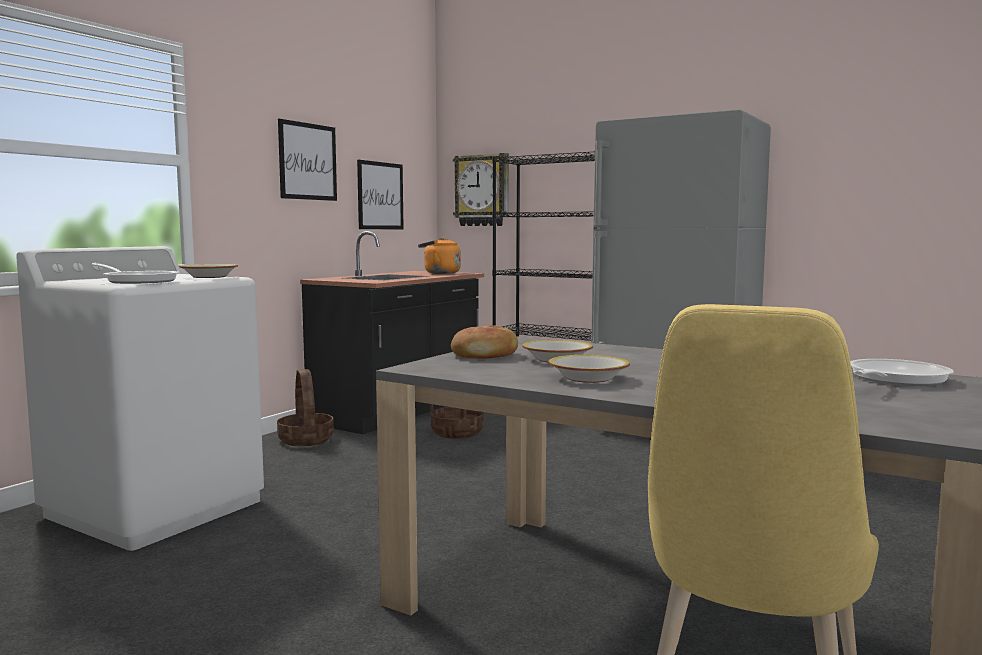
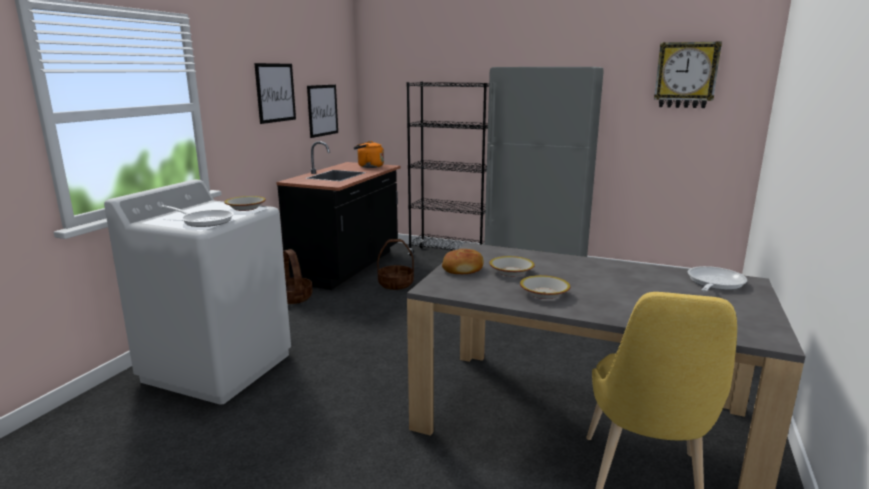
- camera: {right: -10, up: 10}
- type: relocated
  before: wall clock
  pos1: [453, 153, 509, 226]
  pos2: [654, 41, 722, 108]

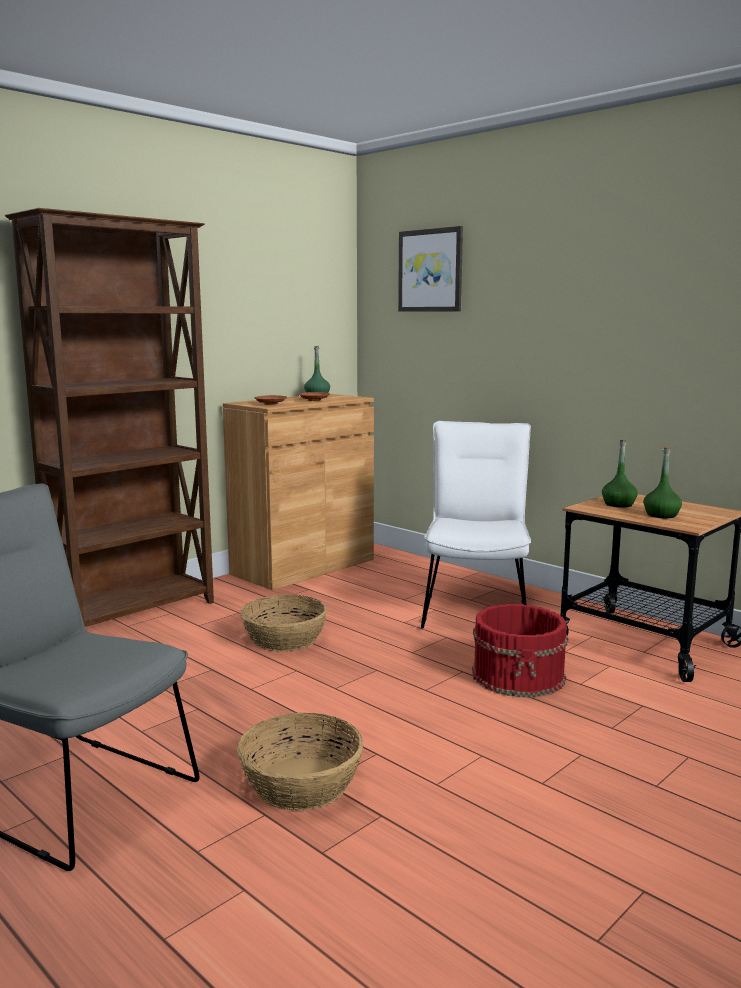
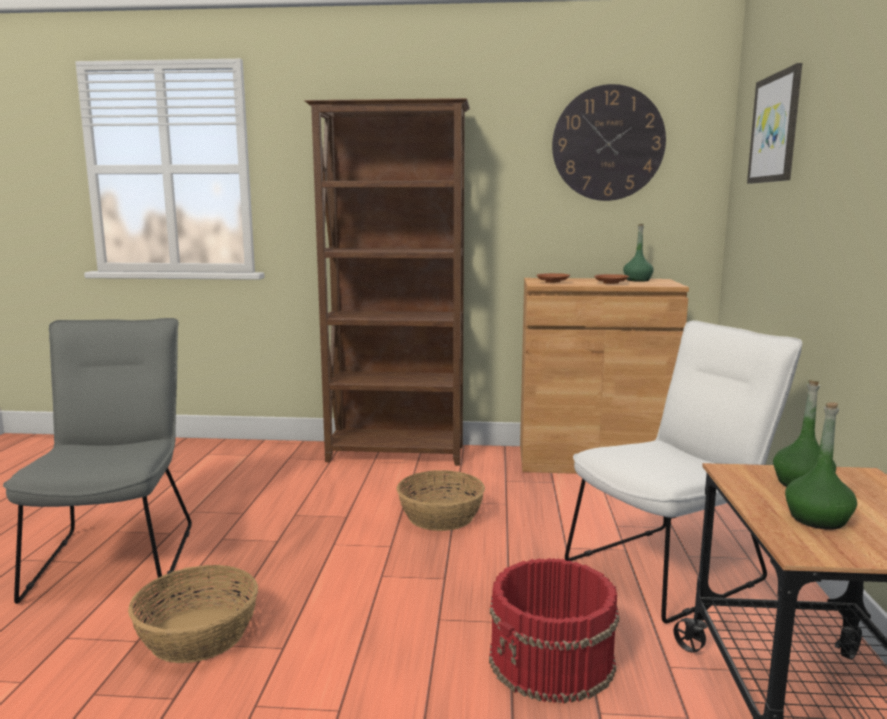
- camera: {right: 50, up: 0}
- type: appeared
  after: wall clock
  pos2: [552, 84, 666, 201]

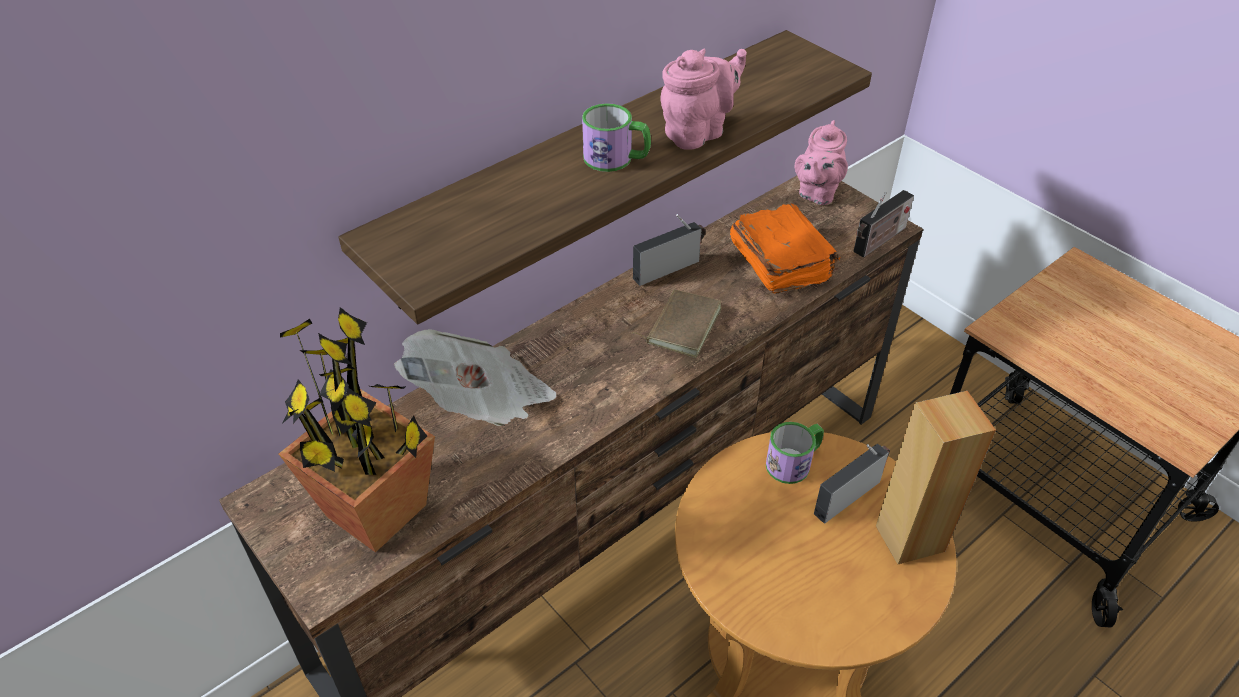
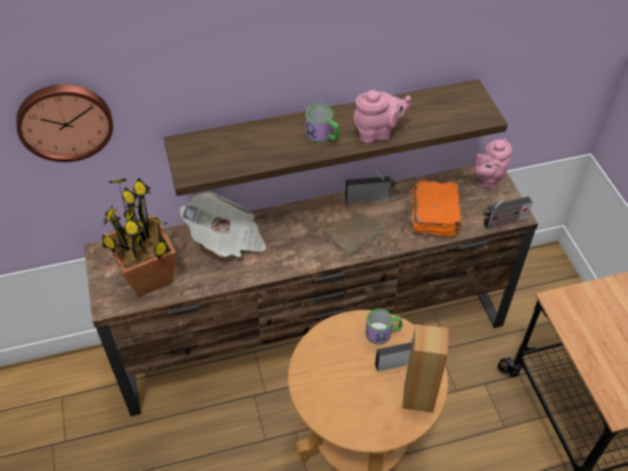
- camera: {right: 25, up: 5}
- type: appeared
  after: wall clock
  pos2: [16, 84, 113, 162]

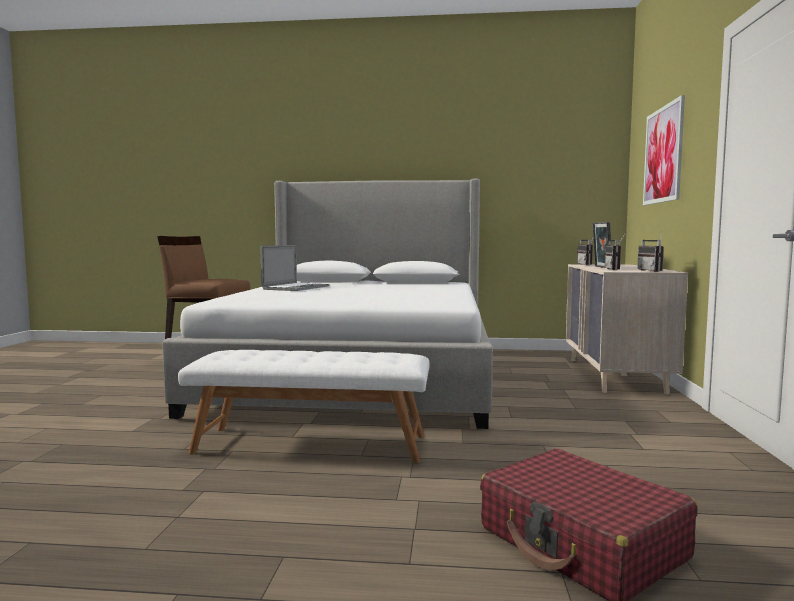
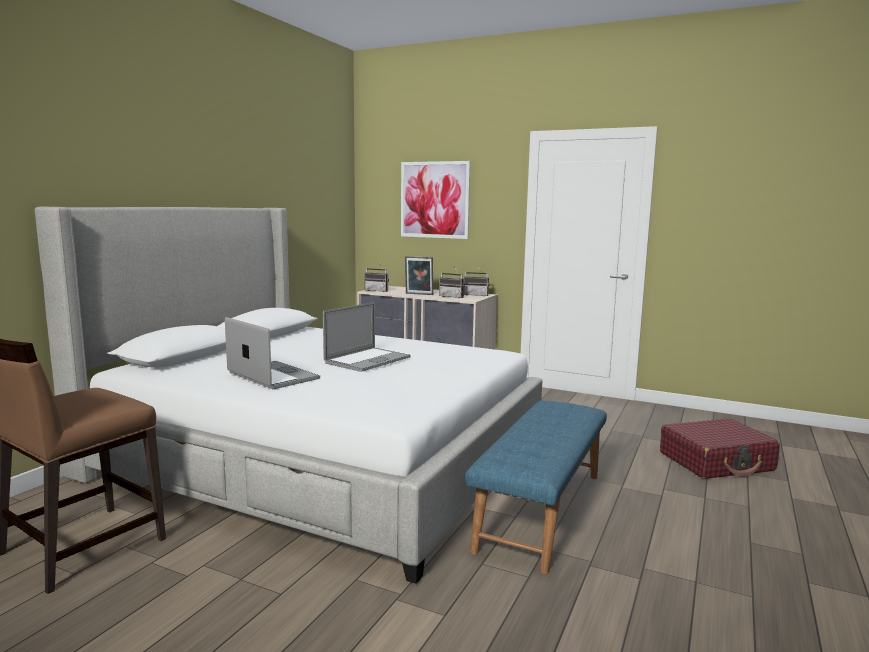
- camera: {right: -70, up: 5}
- type: appeared
  after: laptop
  pos2: [323, 302, 410, 372]
- type: colour
  before: bench/white
  after: bench/blue
  pos1: [178, 350, 430, 463]
  pos2: [465, 401, 607, 574]

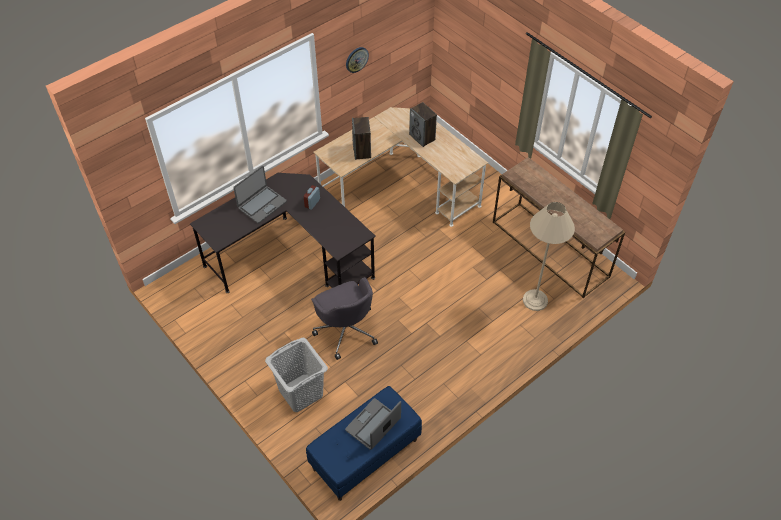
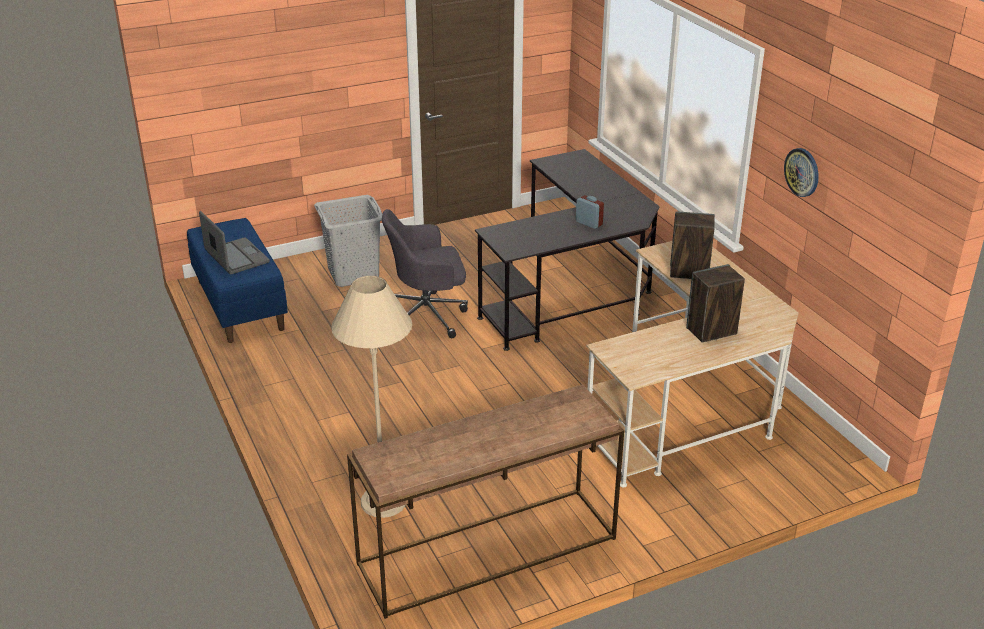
- camera: {right: 105, up: -20}
- type: missing
  before: laptop
  pos1: [233, 166, 287, 224]

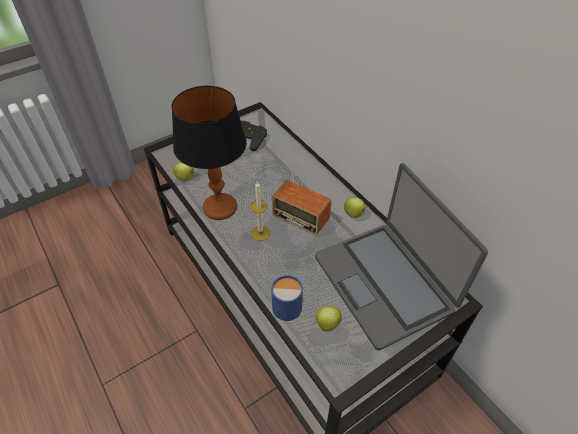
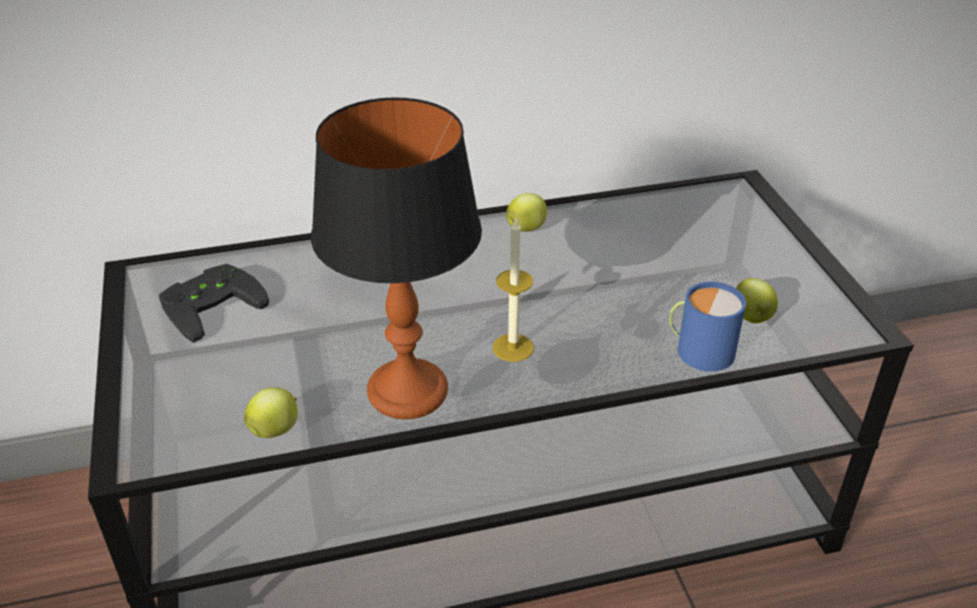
- camera: {right: -70, up: -10}
- type: missing
  before: radio
  pos1: [249, 166, 331, 236]
- type: missing
  before: laptop
  pos1: [315, 163, 488, 350]

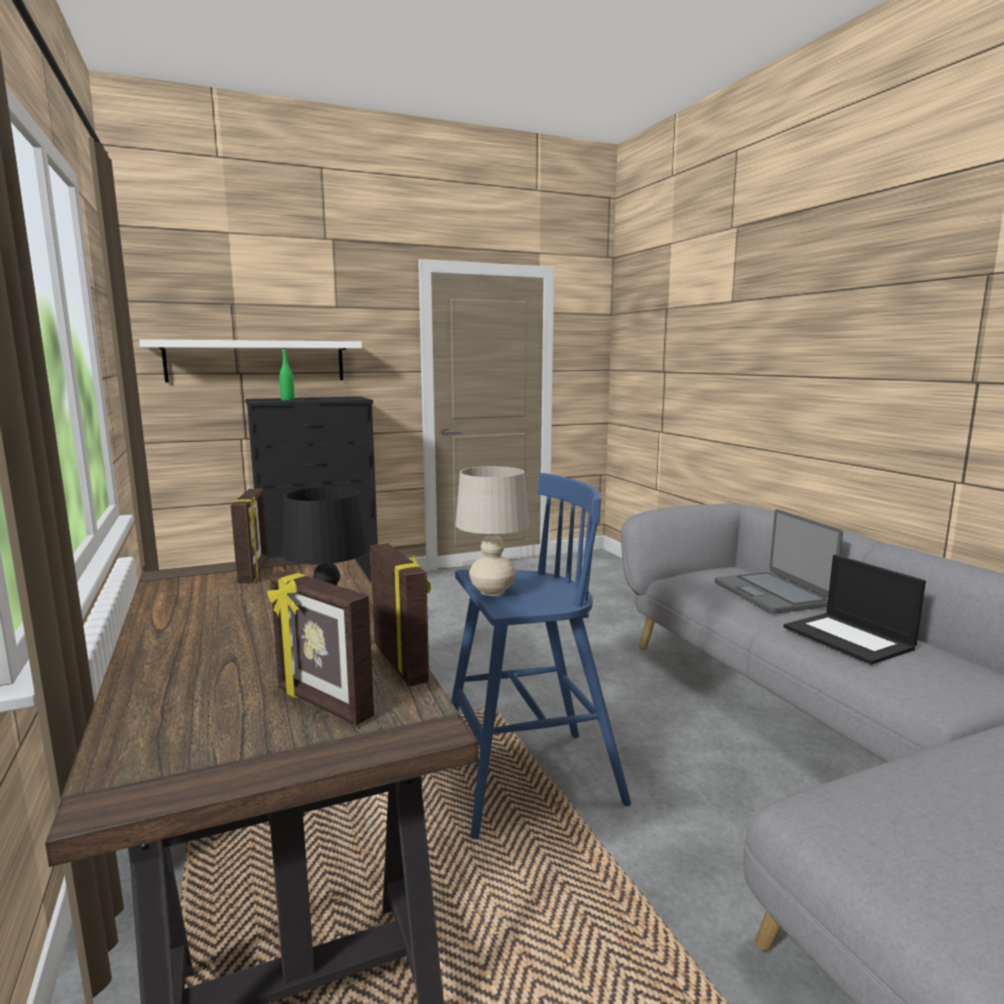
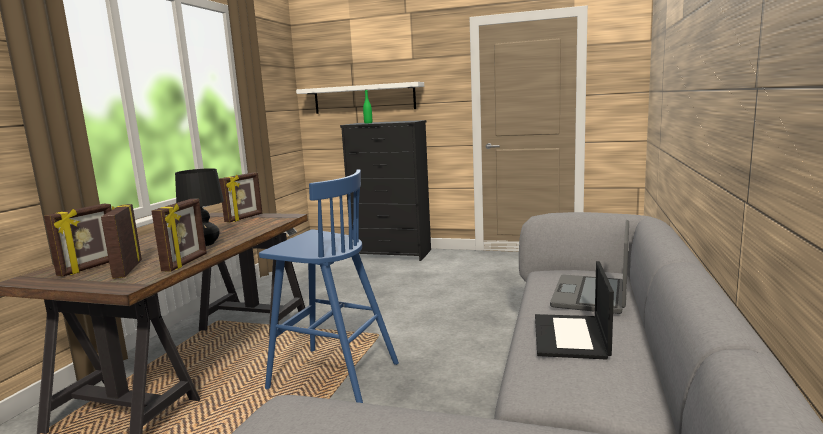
- camera: {right: 40, up: 0}
- type: missing
  before: table lamp/beige
  pos1: [456, 466, 529, 596]
- type: appeared
  after: picture frame
  pos2: [44, 204, 112, 277]

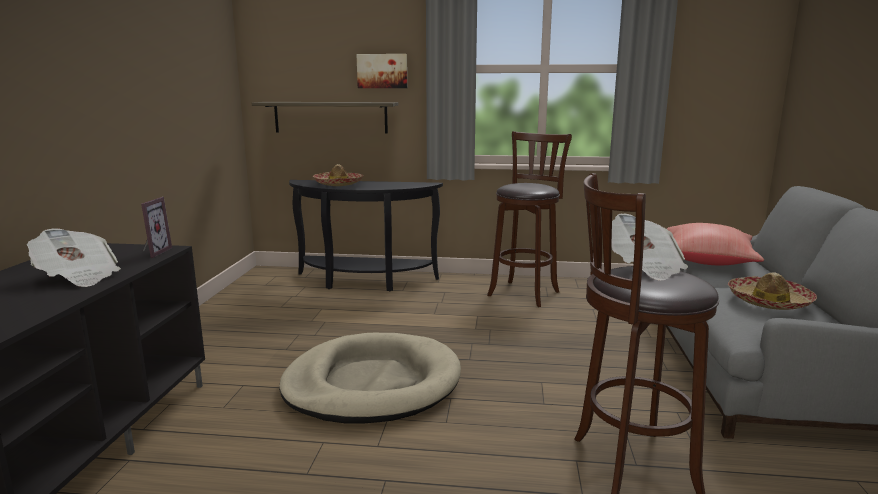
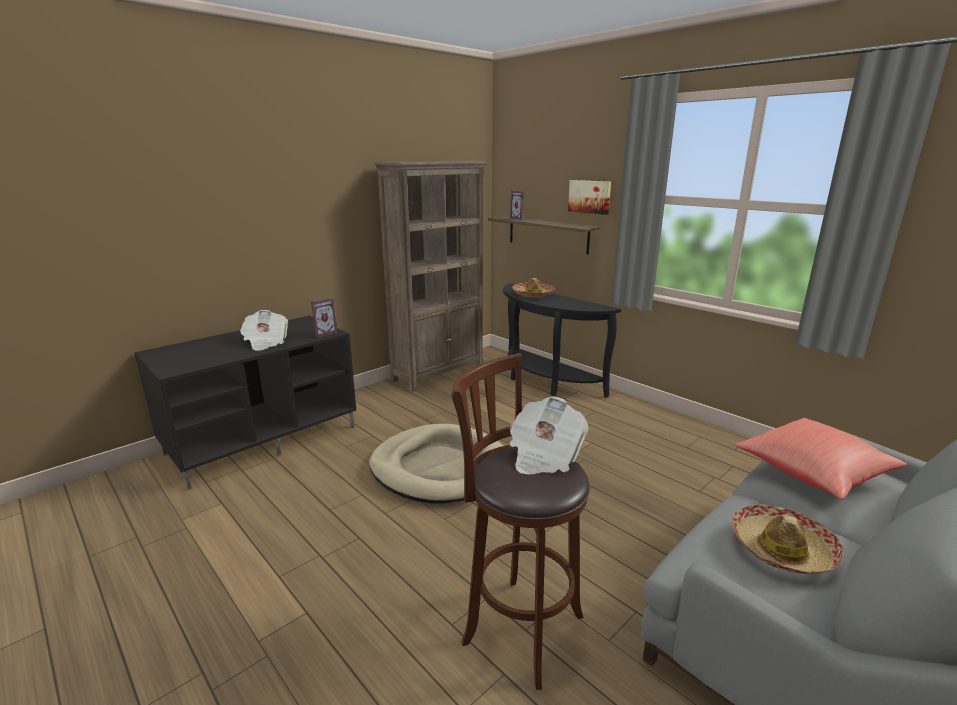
- camera: {right: 40, up: 5}
- type: missing
  before: stool/brown
  pos1: [487, 131, 572, 307]
- type: appeared
  after: bookcase/brown
  pos2: [374, 161, 487, 392]
- type: appeared
  after: picture frame
  pos2: [510, 190, 524, 220]

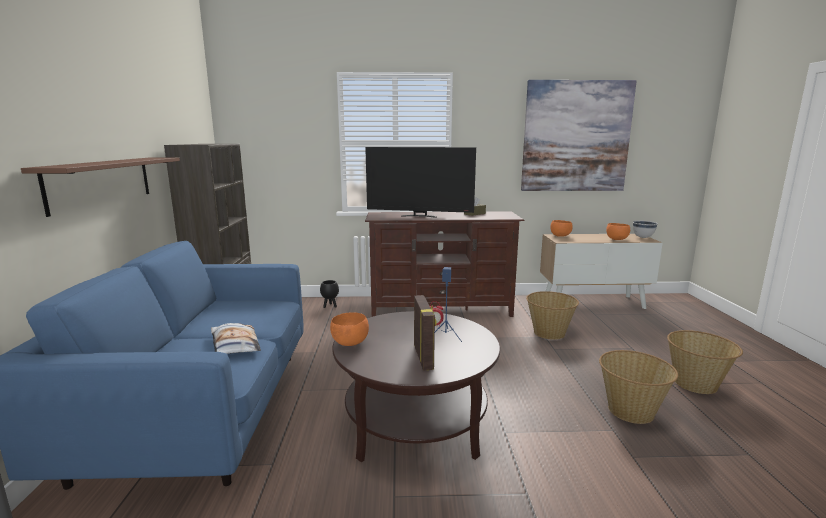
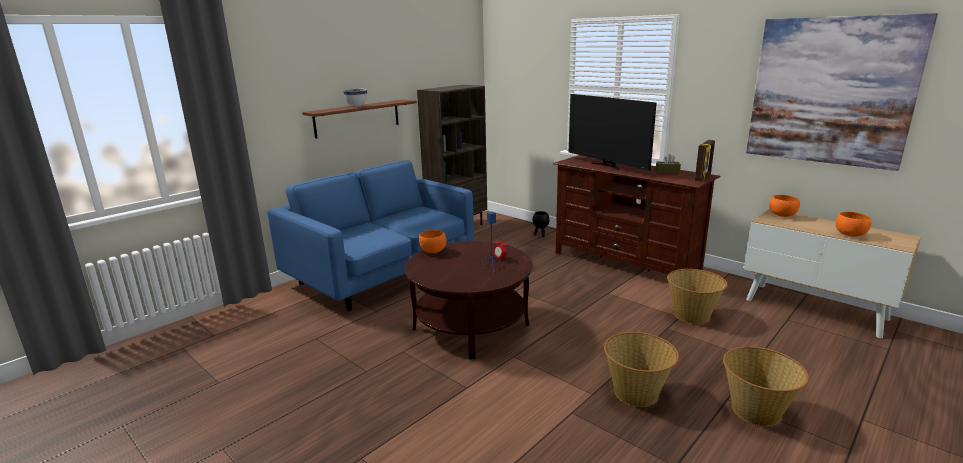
- camera: {right: 45, up: 5}
- type: missing
  before: pillow
  pos1: [211, 323, 261, 354]
- type: relocated
  before: picture frame
  pos1: [414, 295, 437, 371]
  pos2: [695, 140, 715, 181]
- type: relocated
  before: bowl/white
  pos1: [633, 220, 658, 238]
  pos2: [343, 89, 367, 107]

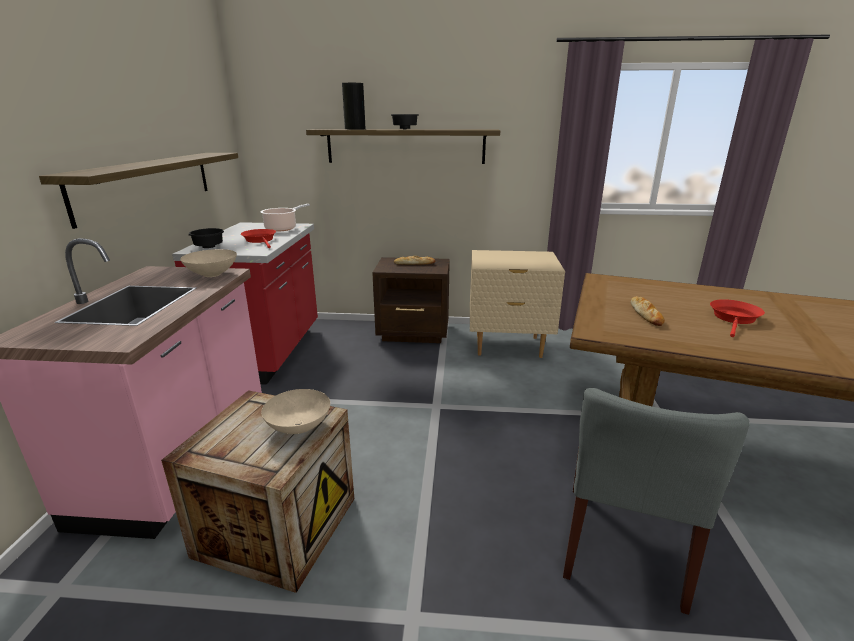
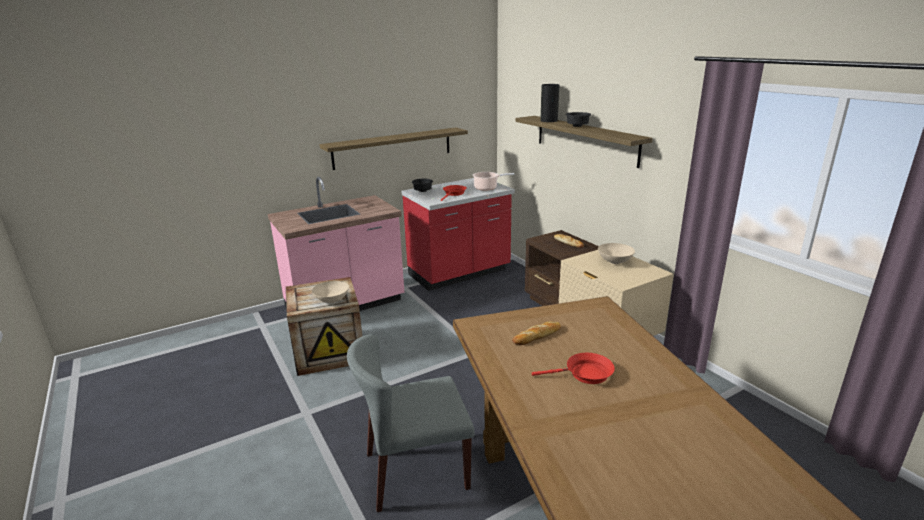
- camera: {right: 55, up: 0}
- type: relocated
  before: bowl/beige
  pos1: [180, 249, 237, 277]
  pos2: [598, 243, 635, 264]

